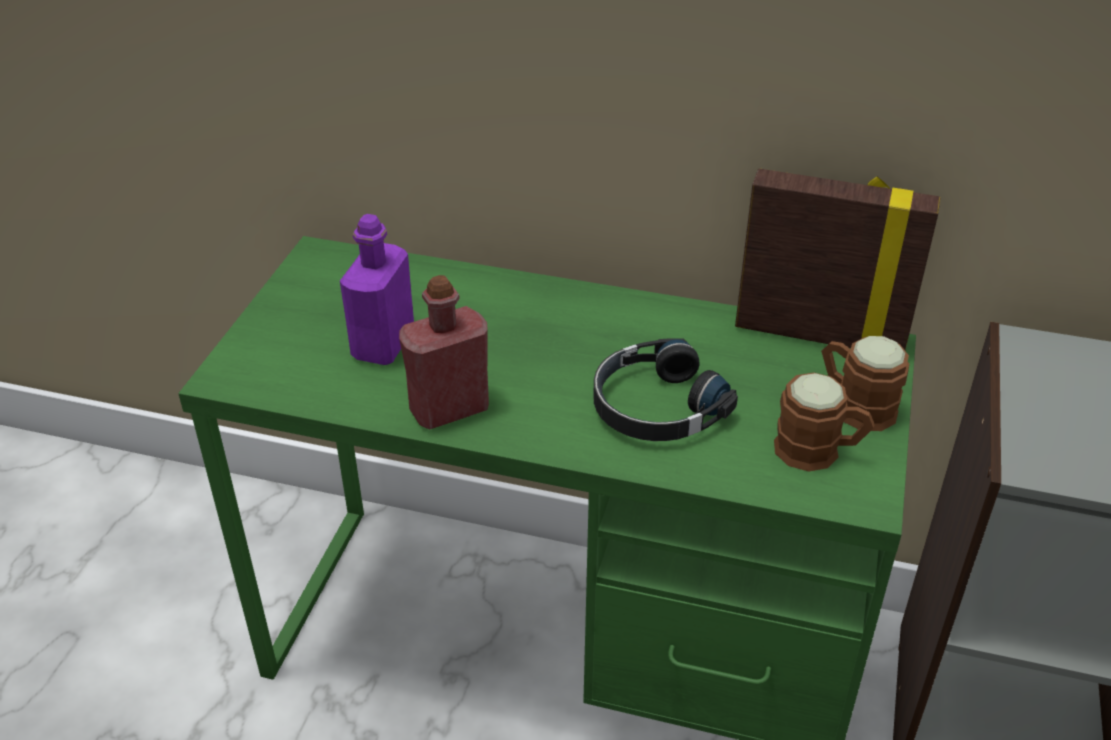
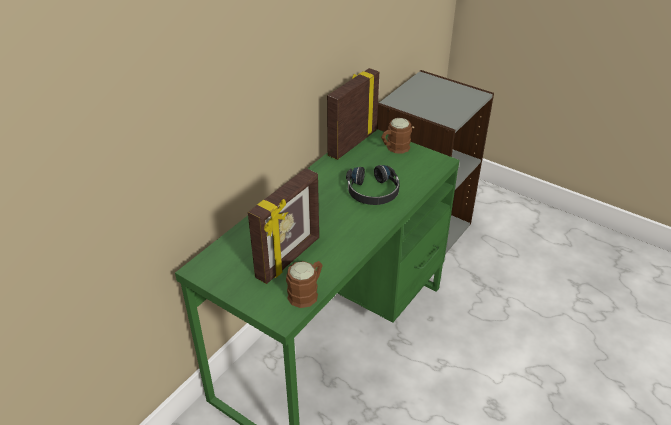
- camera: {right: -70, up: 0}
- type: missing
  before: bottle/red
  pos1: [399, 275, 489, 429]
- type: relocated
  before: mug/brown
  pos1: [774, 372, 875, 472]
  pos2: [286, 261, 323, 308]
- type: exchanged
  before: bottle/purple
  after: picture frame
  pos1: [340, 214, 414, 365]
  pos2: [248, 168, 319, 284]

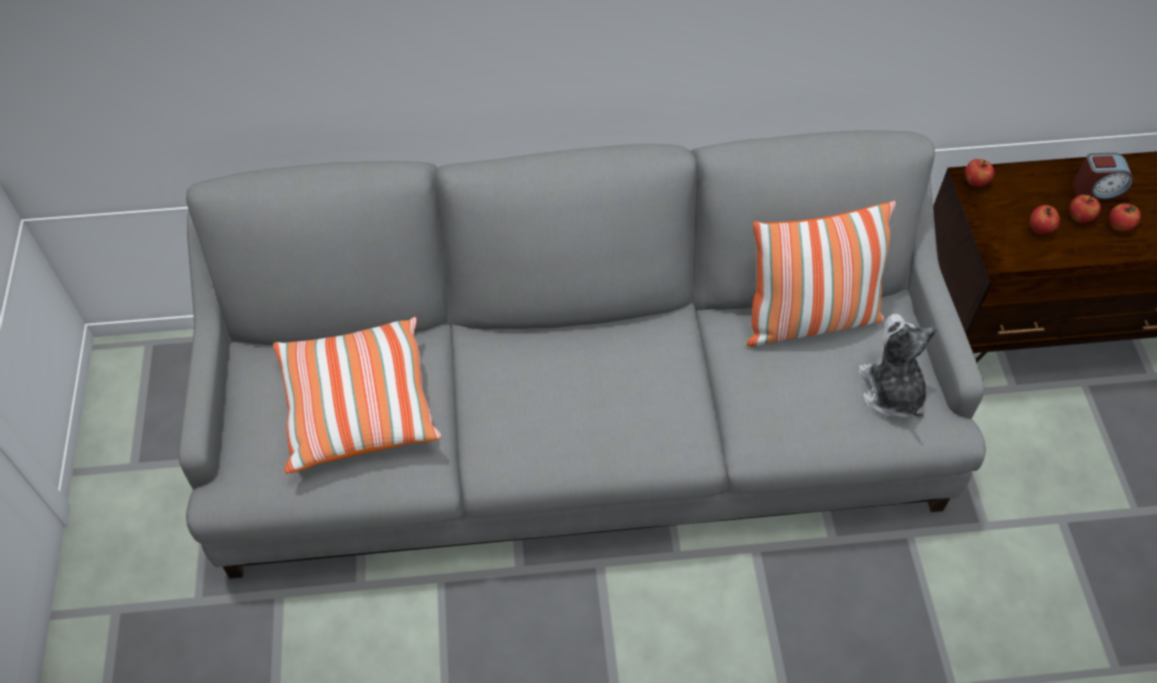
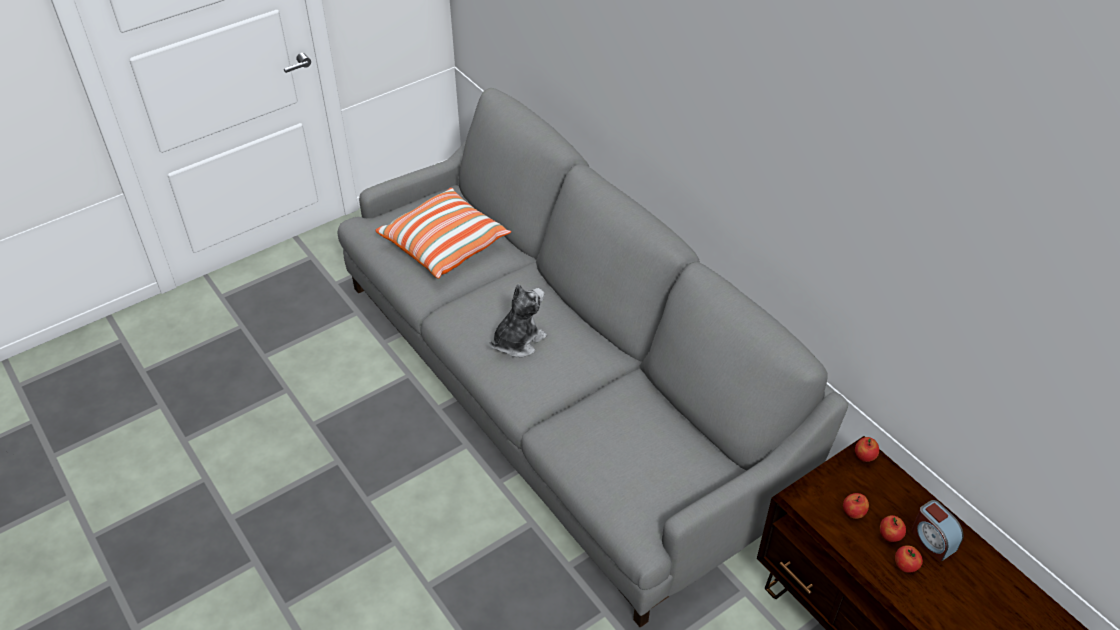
- camera: {right: 60, up: -10}
- type: missing
  before: pillow
  pos1: [747, 201, 896, 347]
- type: relocated
  before: plush toy
  pos1: [858, 313, 939, 420]
  pos2: [490, 284, 547, 358]

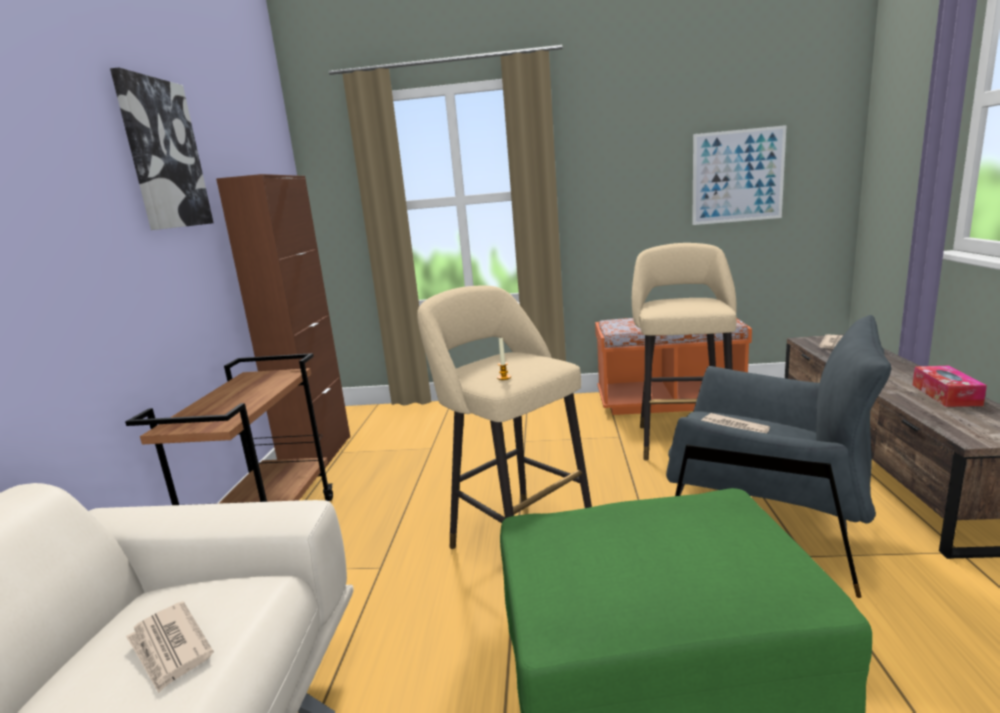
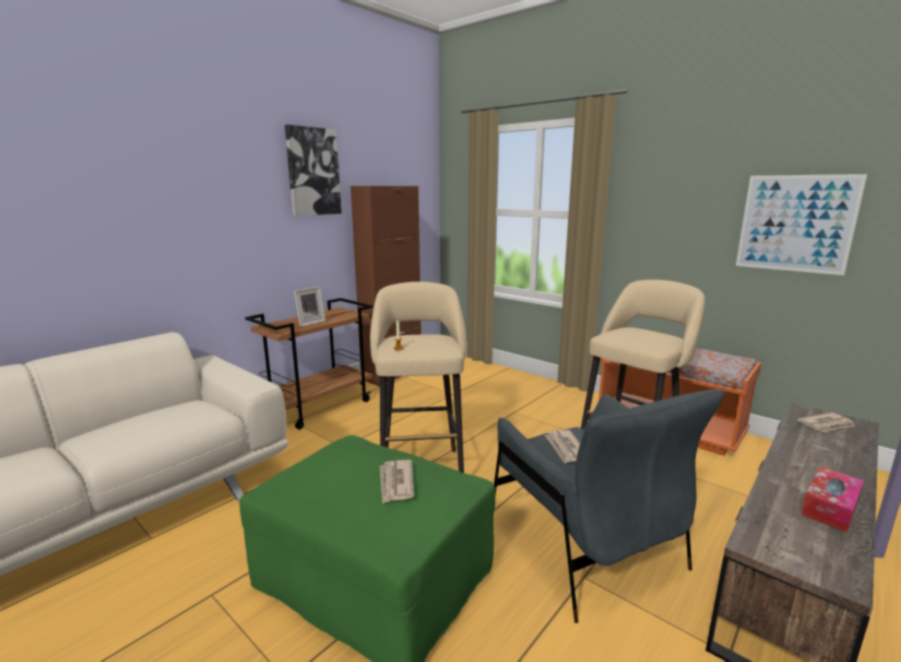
- camera: {right: 35, up: 0}
- type: appeared
  after: picture frame
  pos2: [294, 287, 326, 327]
- type: relocated
  before: newspaper
  pos1: [126, 601, 214, 693]
  pos2: [380, 460, 414, 504]

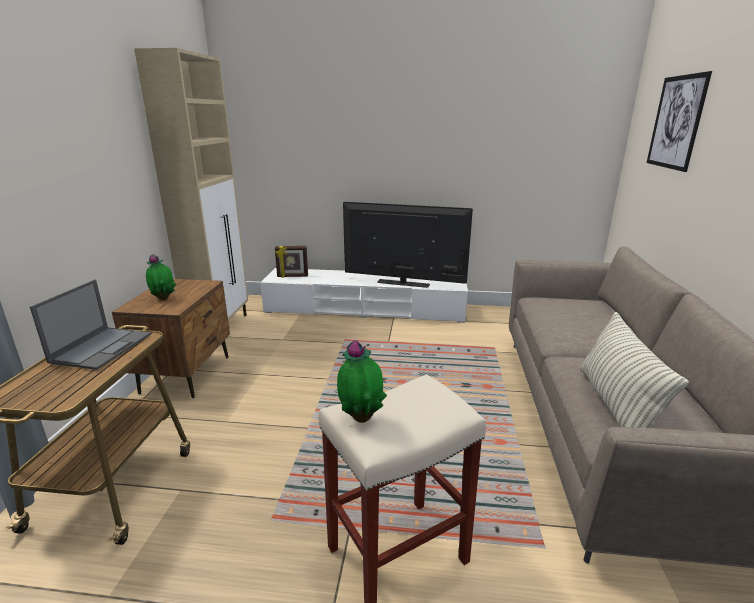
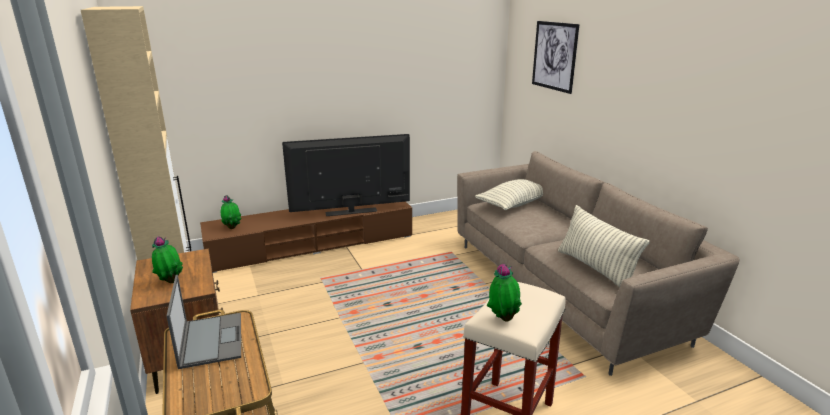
- camera: {right: -30, up: 0}
- type: appeared
  after: pillow
  pos2: [475, 179, 543, 210]
- type: exchanged
  before: picture frame
  after: potted plant
  pos1: [275, 246, 308, 277]
  pos2: [221, 195, 242, 229]
- type: colour
  before: tv stand/white
  after: tv stand/brown
  pos1: [260, 268, 468, 323]
  pos2: [200, 202, 412, 273]

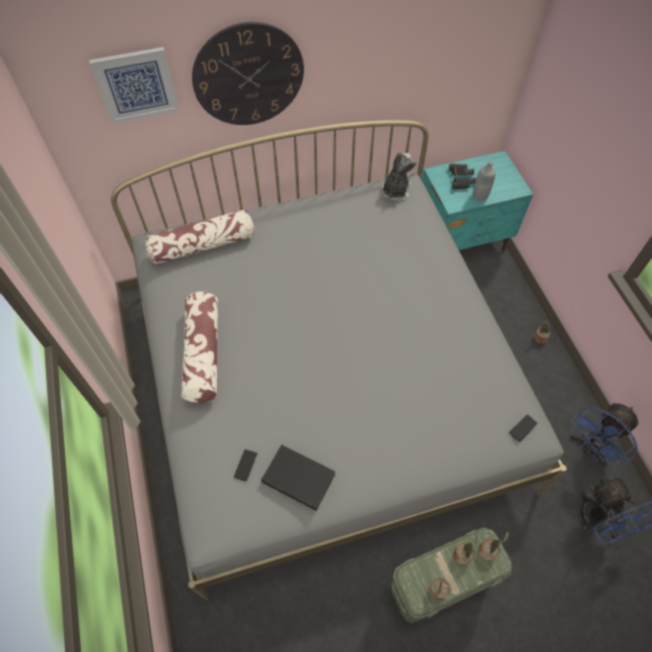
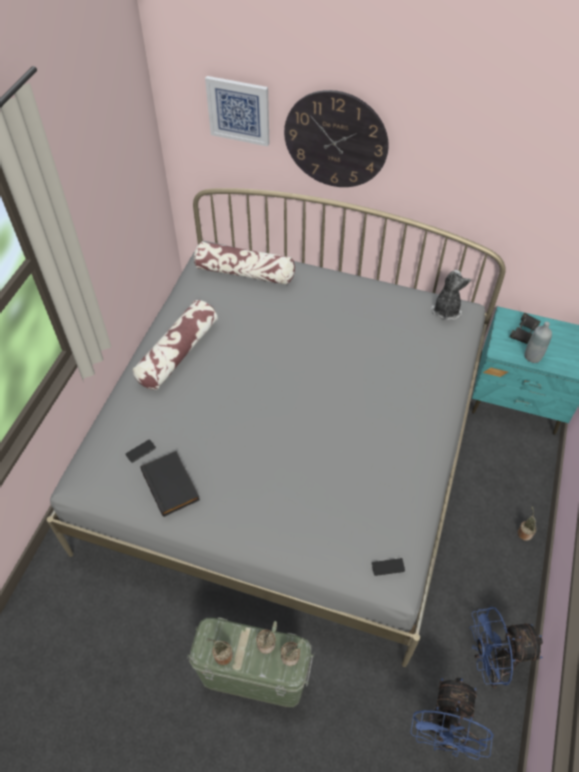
- camera: {right: 35, up: -5}
- type: spun
  before: plush toy
  pos1: [381, 152, 416, 201]
  pos2: [431, 270, 471, 320]
  turn: -45

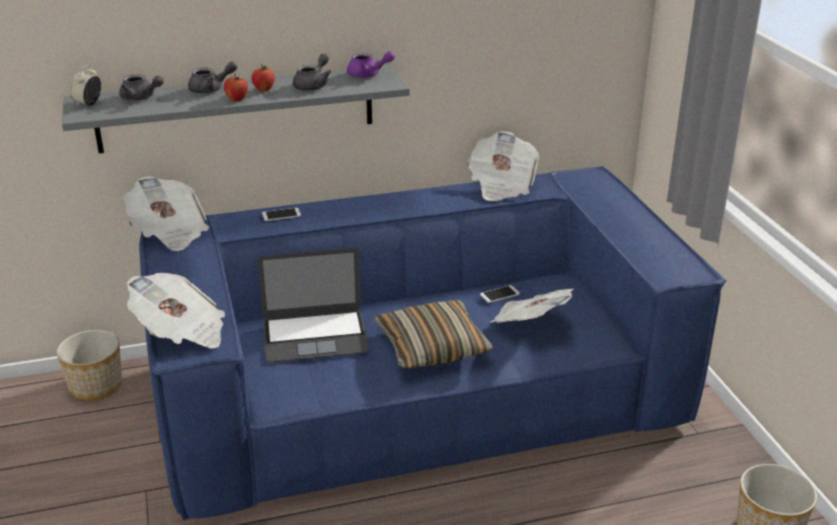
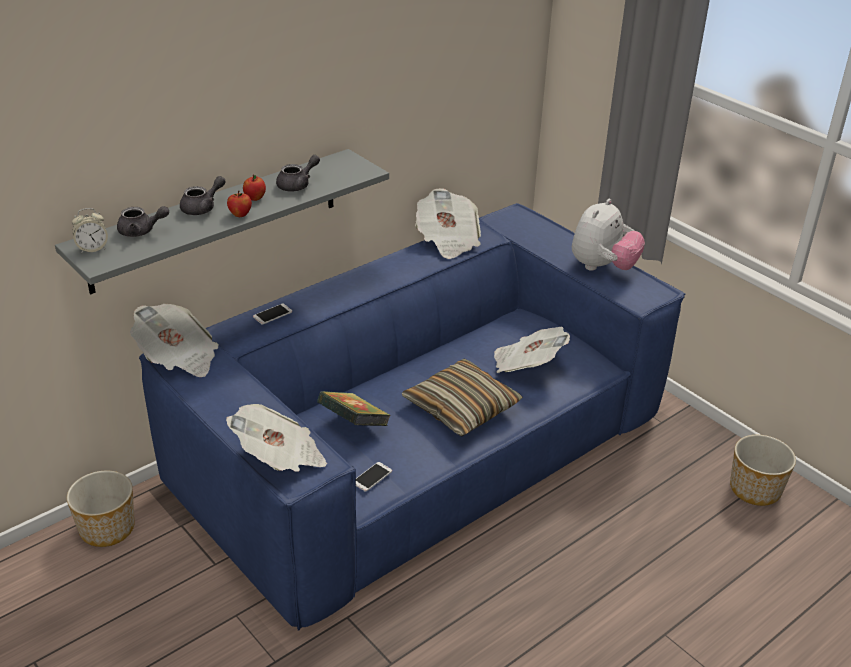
- camera: {right: -25, up: 5}
- type: missing
  before: teapot/purple
  pos1: [347, 51, 395, 78]
- type: appeared
  after: plush toy
  pos2: [572, 199, 645, 271]
- type: relocated
  before: phone
  pos1: [480, 285, 520, 303]
  pos2: [356, 462, 392, 492]
- type: exchanged
  before: laptop
  after: book
  pos1: [258, 248, 369, 362]
  pos2: [317, 391, 391, 426]
- type: spun
  before: alarm clock
  pos1: [70, 65, 101, 106]
  pos2: [72, 208, 108, 254]
  turn: -105
- type: spun
  before: teapot/grey
  pos1: [293, 54, 331, 91]
  pos2: [276, 155, 320, 192]
  turn: 45

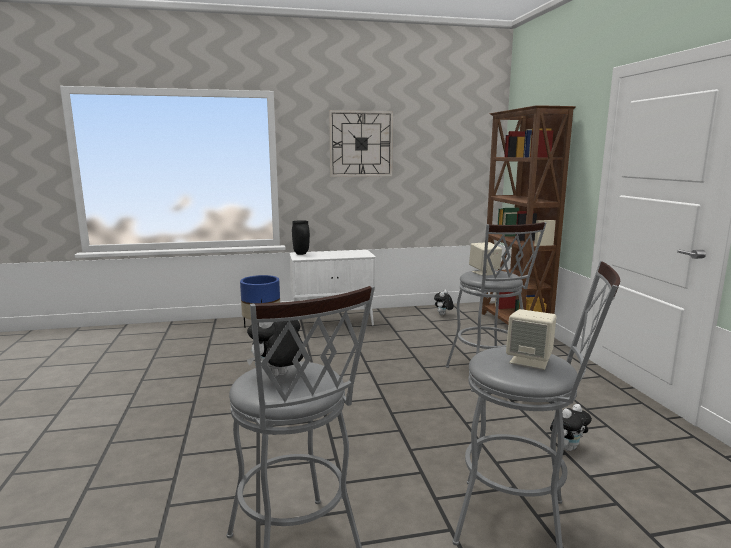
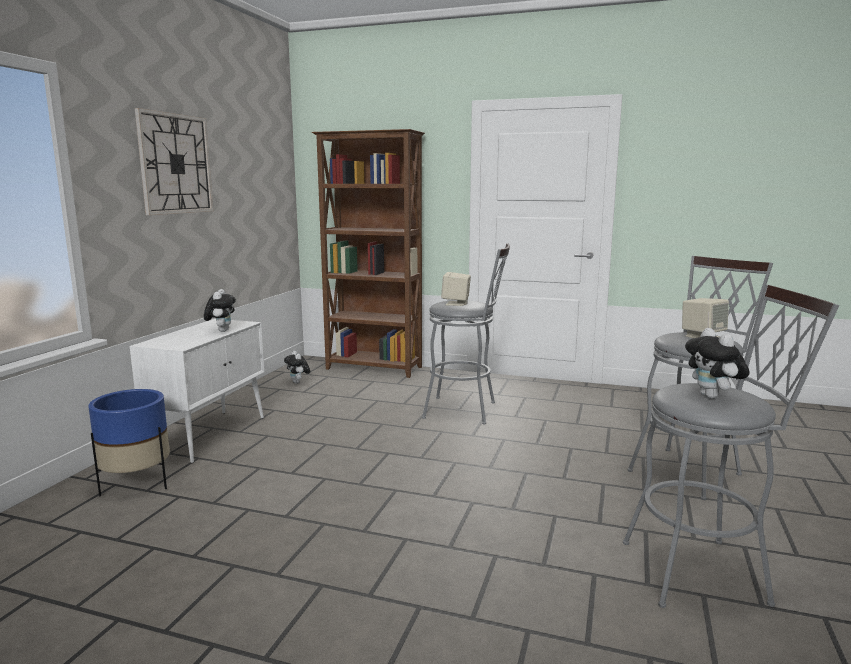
- camera: {right: -60, up: 0}
- type: missing
  before: vase/black
  pos1: [292, 220, 310, 255]
- type: relocated
  before: plush toy
  pos1: [550, 404, 592, 451]
  pos2: [204, 289, 236, 332]

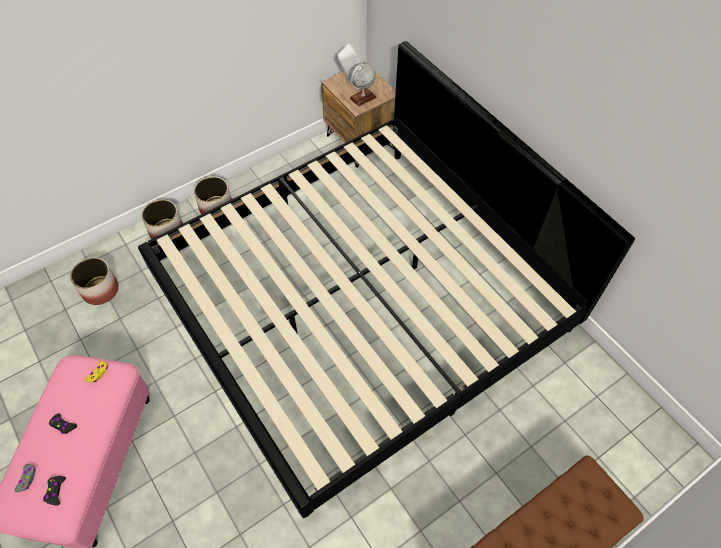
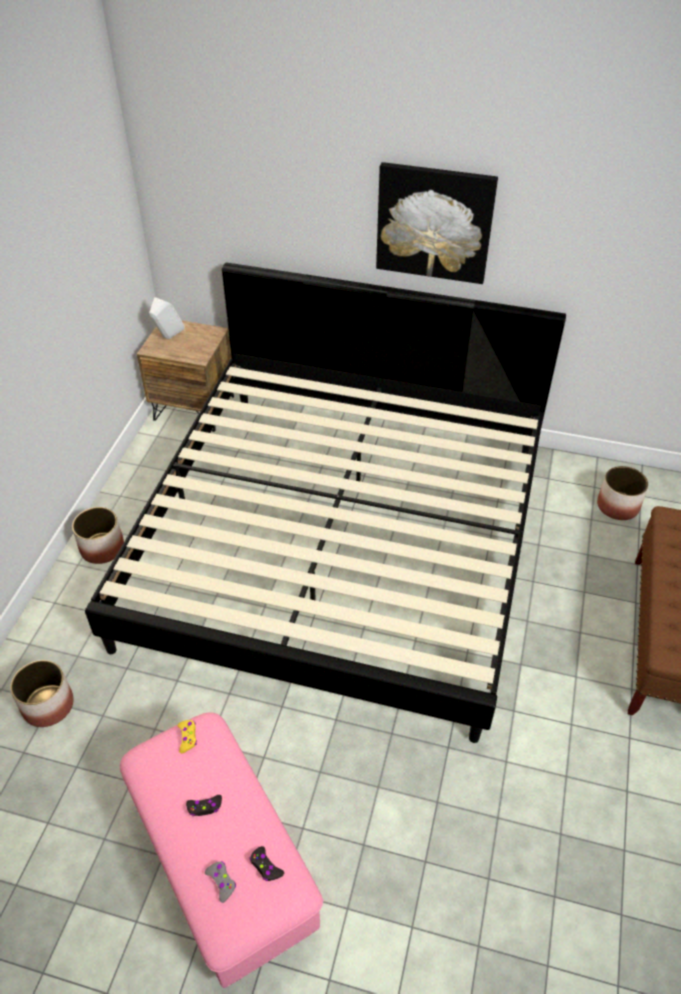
- camera: {right: -40, up: -10}
- type: missing
  before: globe
  pos1: [350, 62, 377, 107]
- type: appeared
  after: picture
  pos2: [376, 162, 498, 284]
- type: relocated
  before: planter
  pos1: [142, 200, 183, 239]
  pos2: [597, 466, 648, 520]

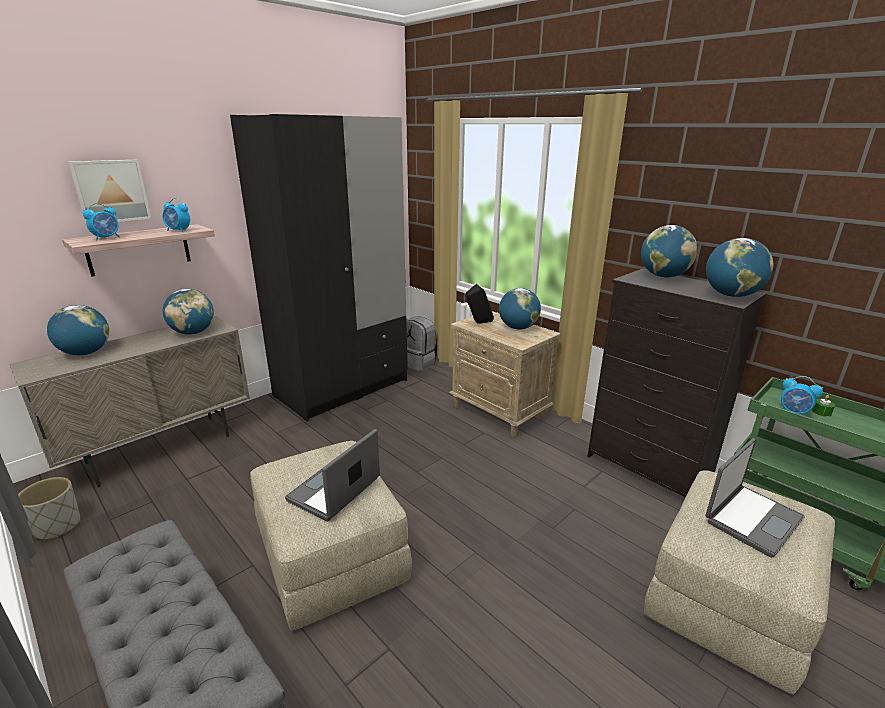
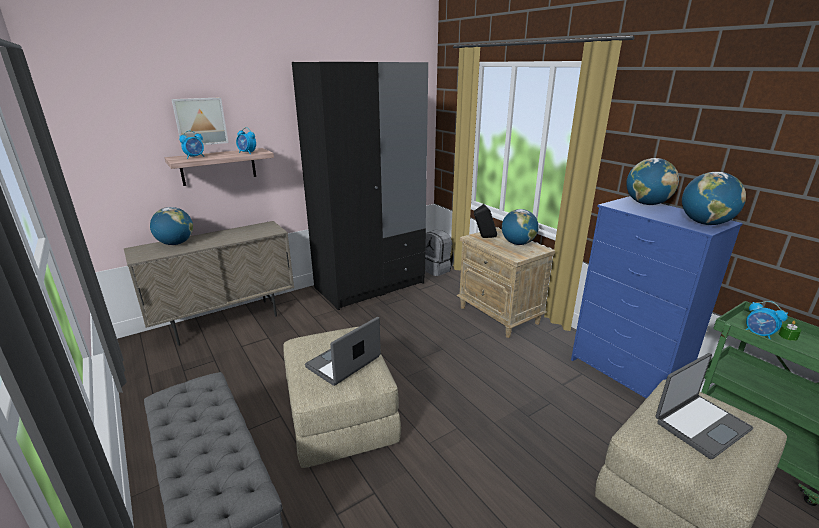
- camera: {right: 10, up: 0}
- type: missing
  before: planter/grey
  pos1: [18, 477, 81, 540]
- type: missing
  before: globe
  pos1: [163, 289, 214, 335]
- type: colour
  before: dresser/black
  after: dresser/blue
  pos1: [587, 269, 767, 497]
  pos2: [571, 196, 743, 399]

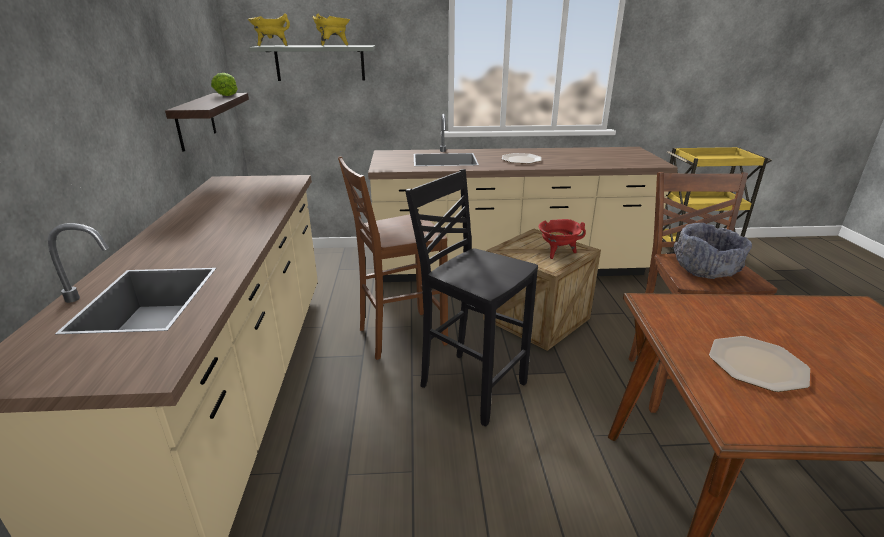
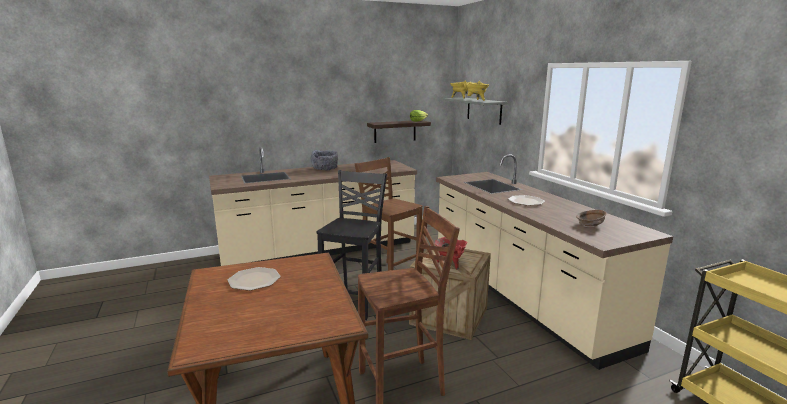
- camera: {right: 70, up: -10}
- type: appeared
  after: bowl/brown
  pos2: [576, 210, 607, 226]
- type: relocated
  before: bowl/grey
  pos1: [673, 223, 752, 279]
  pos2: [311, 150, 338, 171]

